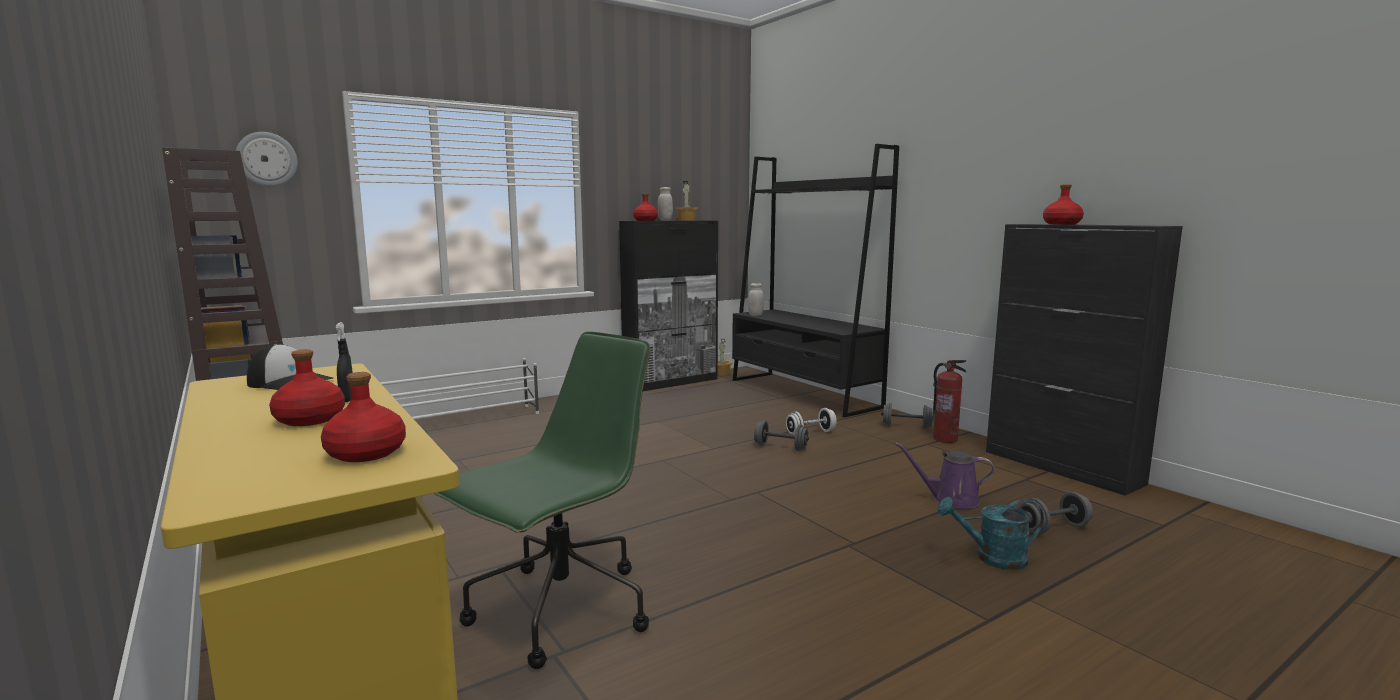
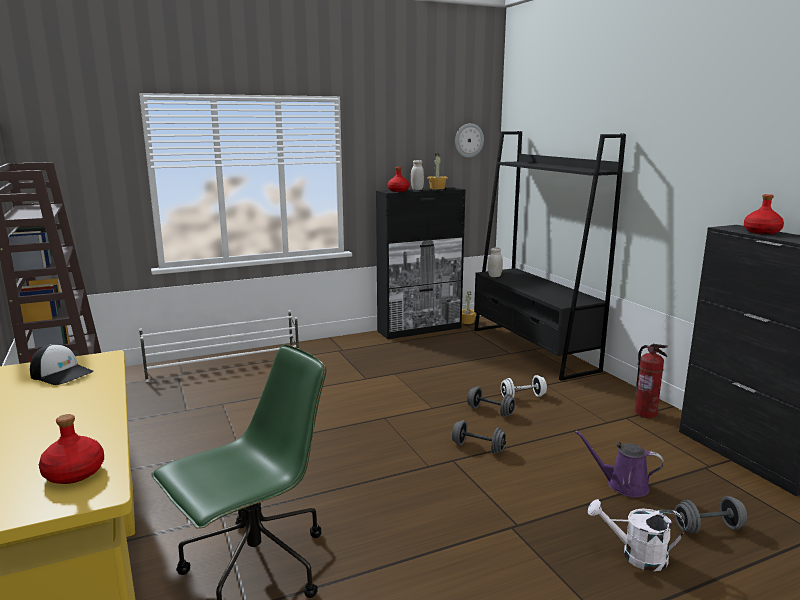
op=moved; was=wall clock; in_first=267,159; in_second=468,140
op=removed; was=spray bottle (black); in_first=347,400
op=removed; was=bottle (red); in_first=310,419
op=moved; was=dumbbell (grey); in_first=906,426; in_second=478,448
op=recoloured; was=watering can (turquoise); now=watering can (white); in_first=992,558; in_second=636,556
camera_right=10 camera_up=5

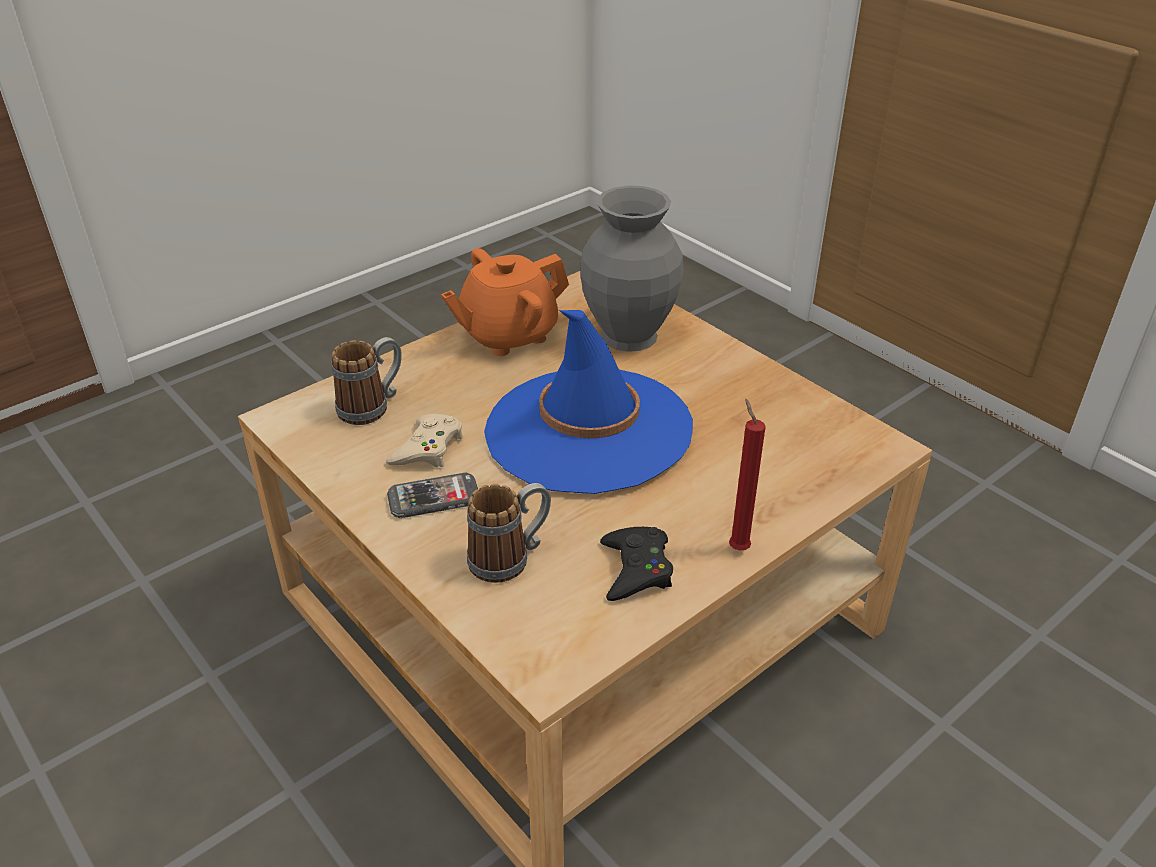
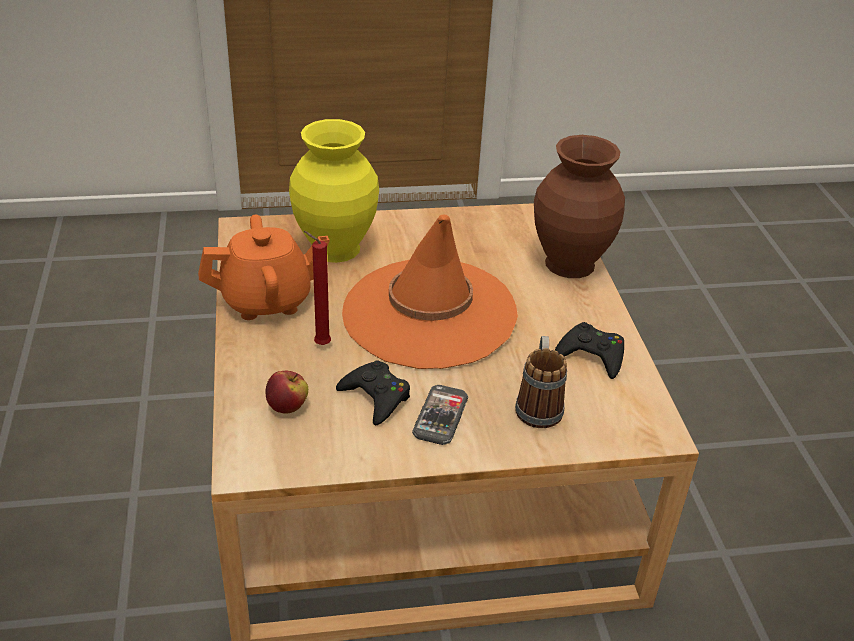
op=recoloured; was=vase (grey); now=vase (yellow); in_first=629,337; in_second=337,249
op=turned; was=teapot (orange); in_first=508,335; in_second=267,300; clockwise=-105
op=recoloured; was=hat (blue); now=hat (orange); in_first=588,429; in_second=429,313
op=replaced; was=mug; now=apple; in_first=372,406; in_second=287,407
op=moved; was=candle (red); in_first=737,547; in_second=319,344
op=recoloured; was=game controller (beige); now=game controller (black); in_first=428,448; in_second=376,397
op=added; now=vase (brown); in_second=569,262
camera_right=-60 camera_up=0

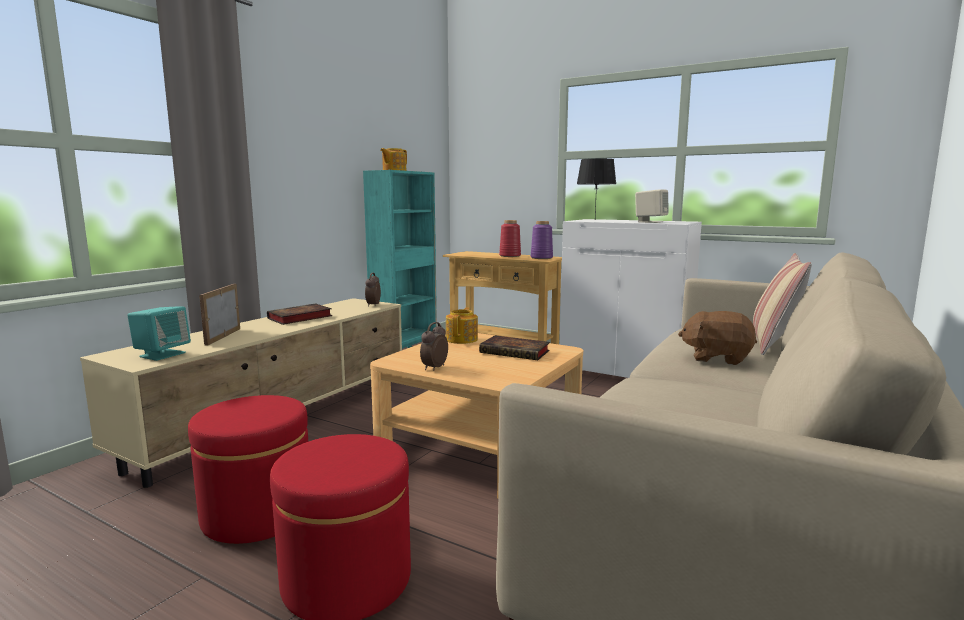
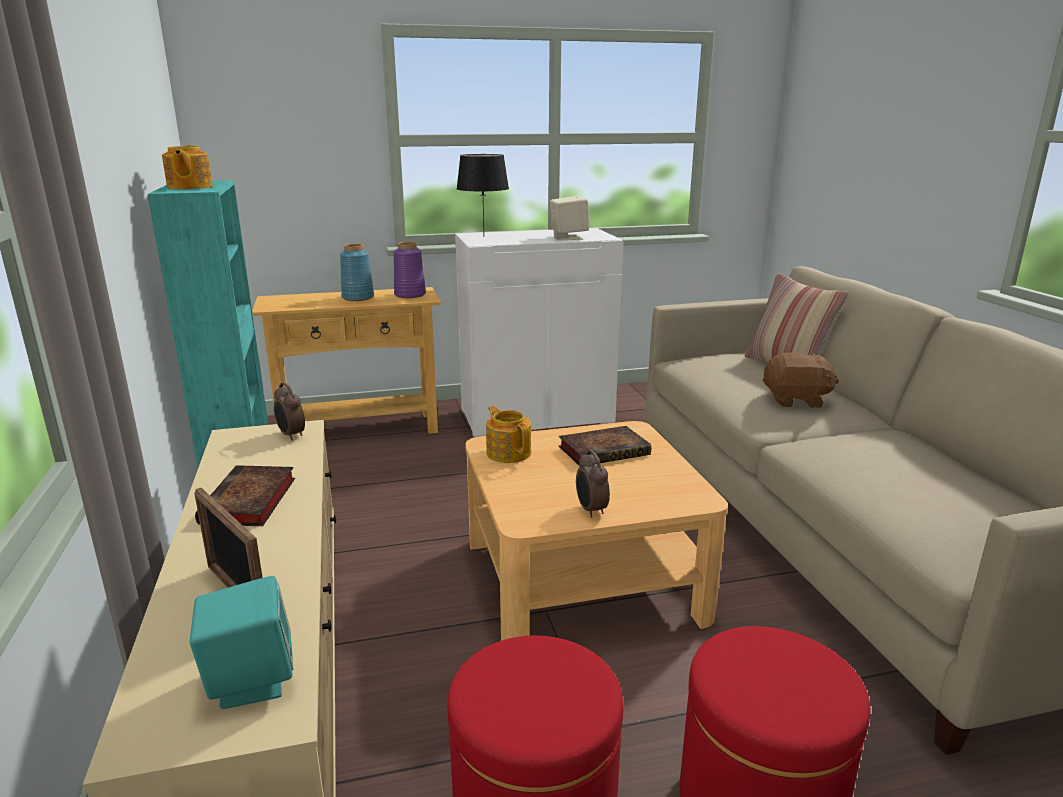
op=recoloured; was=vase (red); now=vase (blue); in_first=510,256; in_second=358,297
op=turned; was=plush toy (brown); in_first=717,358; in_second=795,400; clockwise=-150
camera_right=-45 camera_up=10

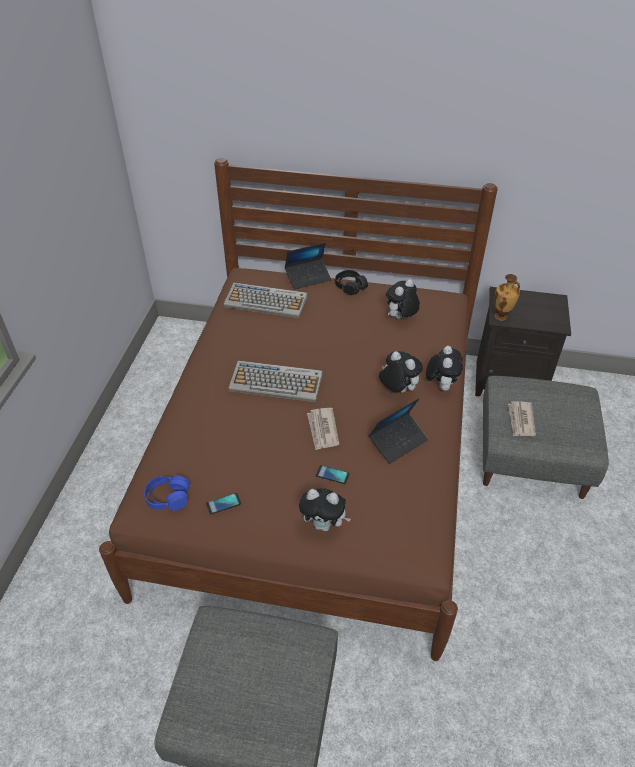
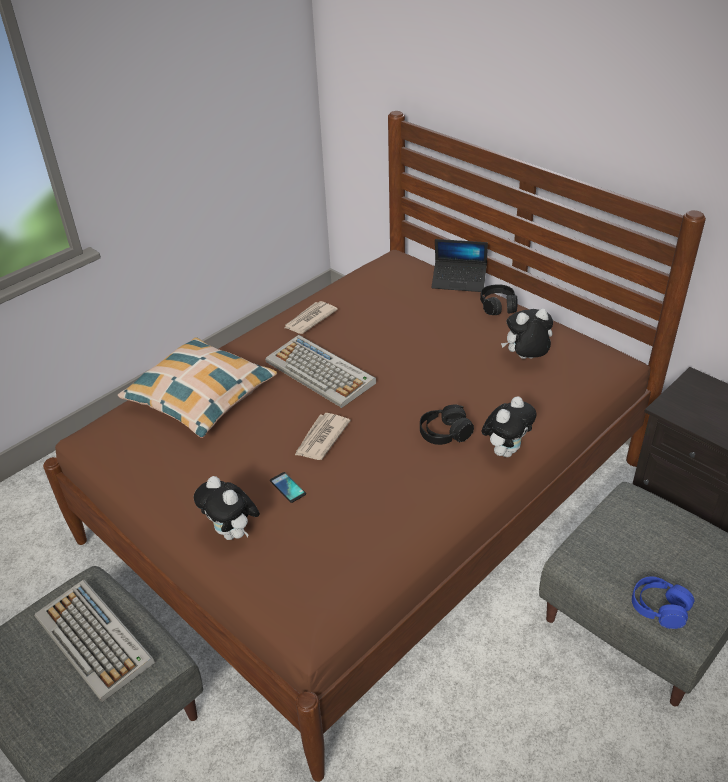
op=removed; was=vase; in_first=501,317
op=moved; was=keyboard; in_first=267,301; in_second=95,640
op=replaced; was=plush toy; now=headphones (black); in_first=397,390; in_second=444,433
op=removed; was=laptop; in_first=398,441
op=moved; was=newspaper; in_first=520,420; in_second=309,319
op=moved; was=headphones (blue); in_first=168,498; in_second=659,608
op=removed; was=phone; in_first=223,504
op=added; now=pillow; in_second=201,396
camera_right=35 camera_up=-5

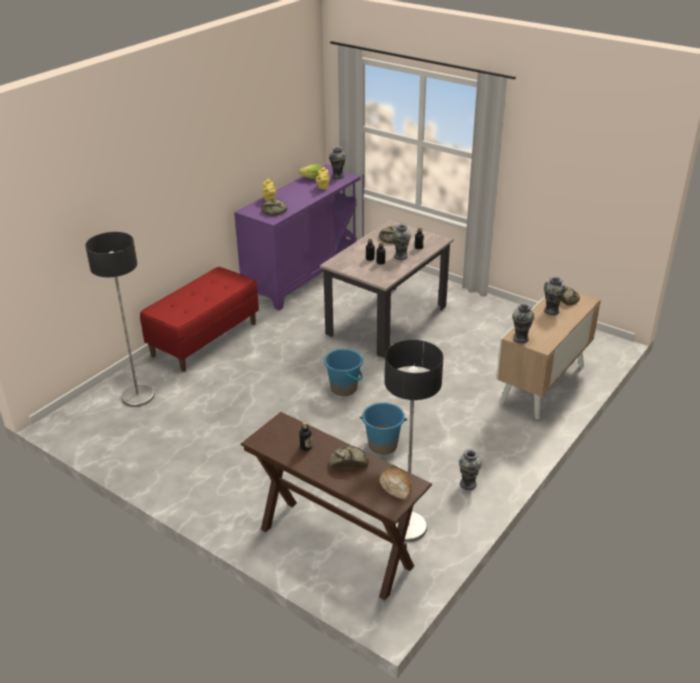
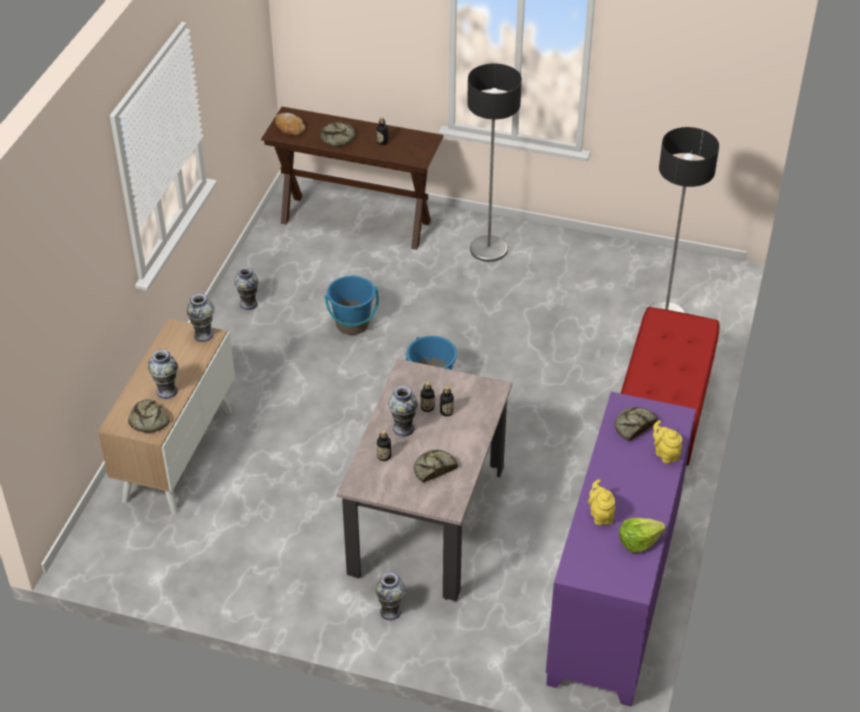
op=moved; was=vase; in_first=338,176; in_second=390,611
op=moved; was=floor lamp; in_first=407,527; in_second=488,249
camera_right=160 camera_up=10

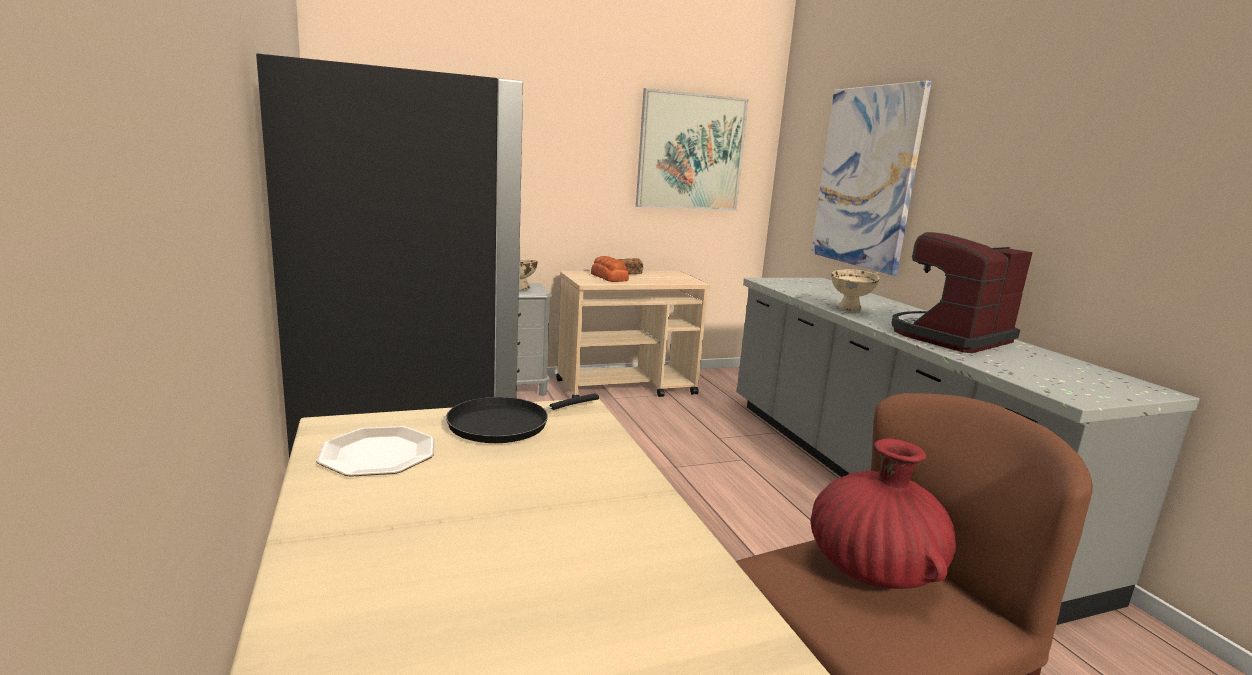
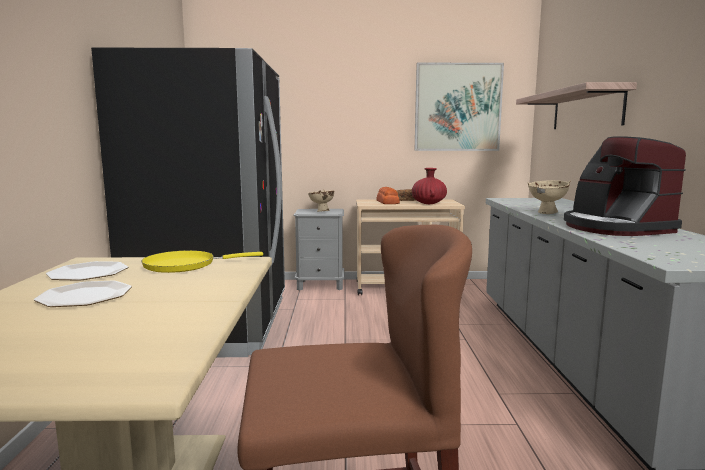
op=replaced; was=picture; now=shelf; in_first=866,177; in_second=586,110
op=turned; was=coffee machine; in_first=949,337; in_second=615,228; clockwise=-90
op=recoloured; was=frying pan (black); now=frying pan (yellow); in_first=505,424; in_second=185,265
op=moved; was=vase (red); in_first=873,569; in_second=428,203
op=added; now=plate; in_second=85,296
camera_right=20 camera_up=-5

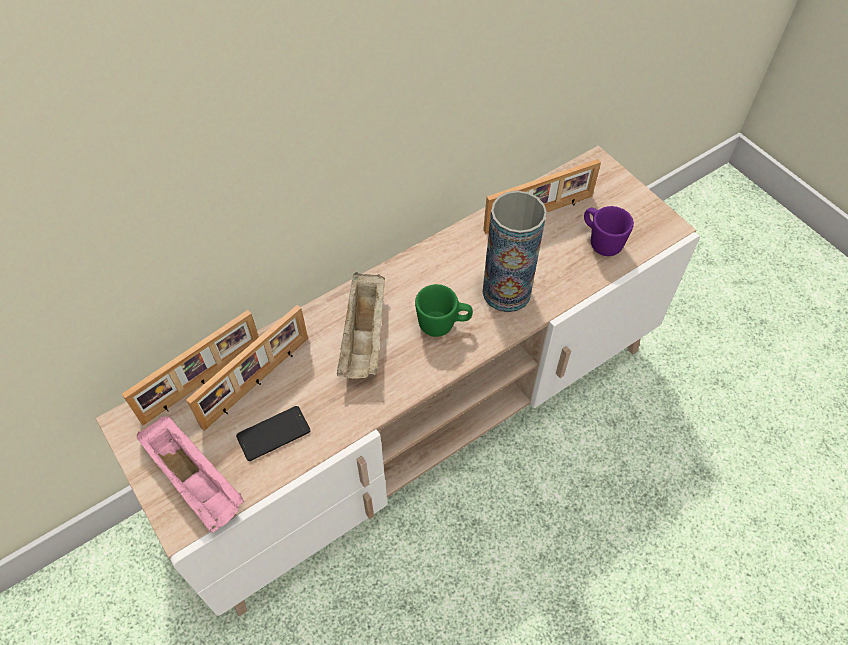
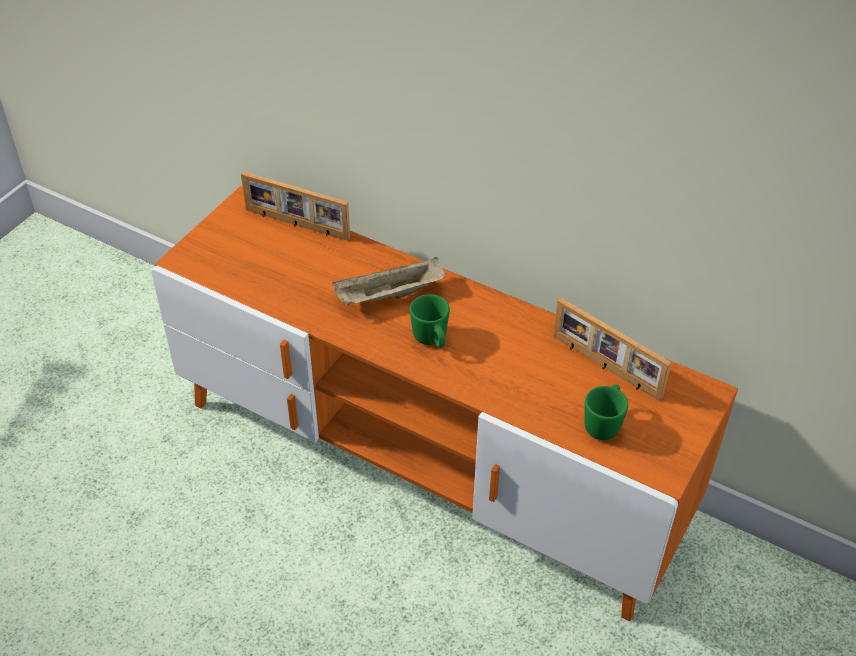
op=recoloured; was=tv stand (beige); now=tv stand (orange); in_first=423,426; in_second=427,461
op=removed; was=vase; in_first=506,292
op=recoloured; was=mug (purple); now=mug (green); in_first=601,242; in_second=604,423
op=removed; was=picture frame; in_first=257,382
op=removed; was=phone; in_first=273,433
op=removed; was=tray (pink); in_first=196,481
camera_right=65 camera_up=-10

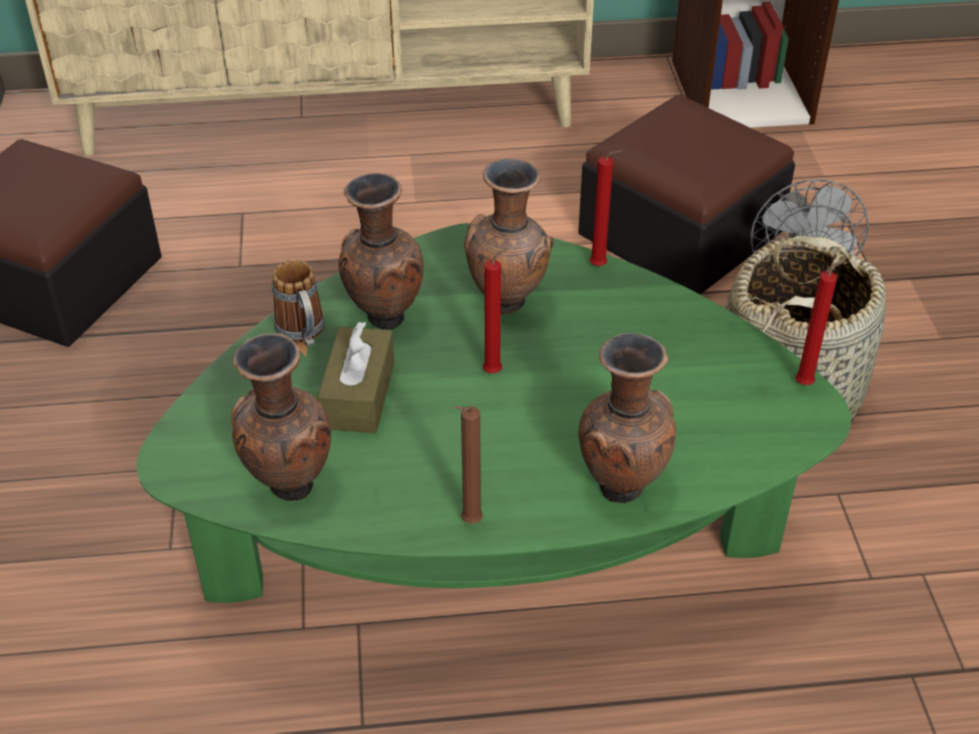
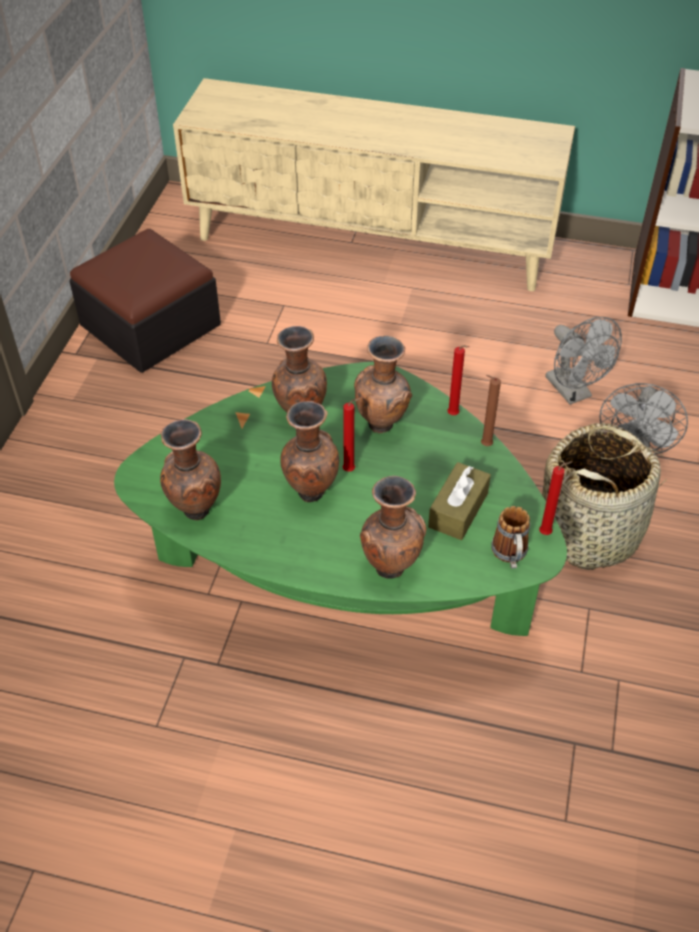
op=replaced; was=ottoman; now=fan (grey); in_first=680,233; in_second=573,392
op=moved; was=mug; in_first=303,334; in_second=510,556
op=moved; was=tissue box (brown); in_first=358,395; in_second=458,510
op=moved; was=candle (brown); in_first=468,523; in_second=484,445
op=added; now=vase (brown); in_second=310,491
camera_right=20 camera_up=5

